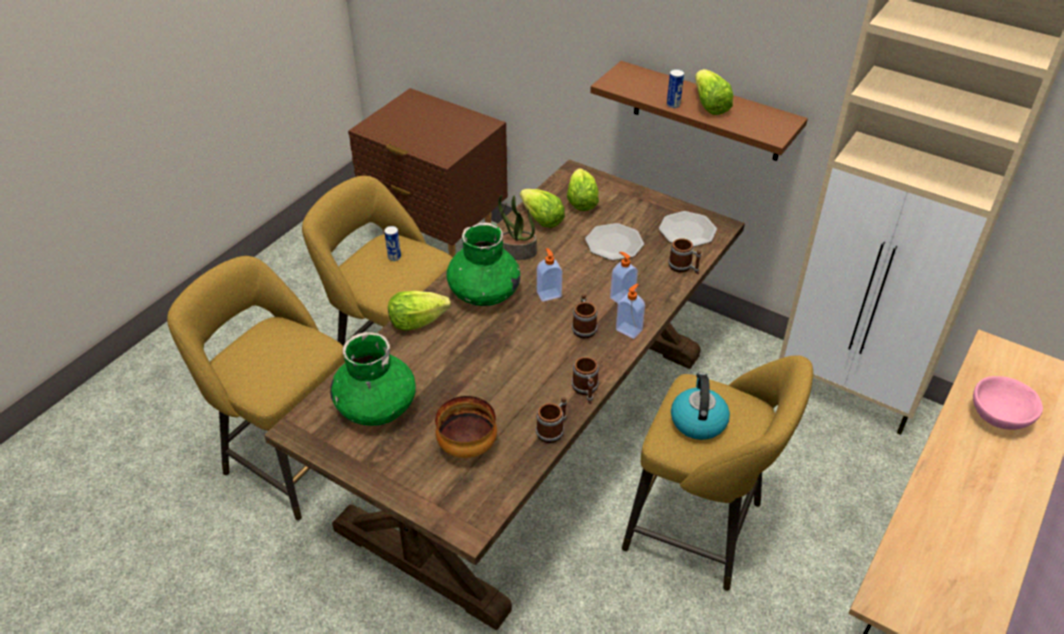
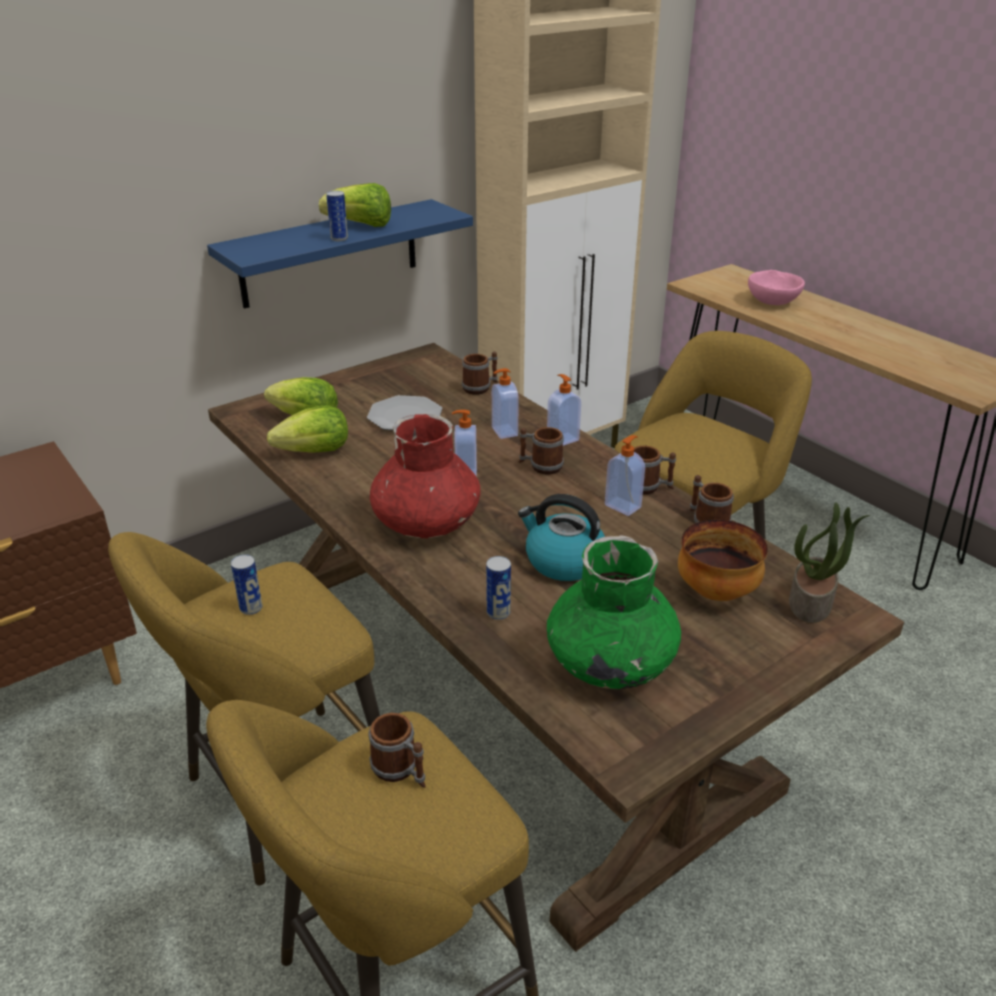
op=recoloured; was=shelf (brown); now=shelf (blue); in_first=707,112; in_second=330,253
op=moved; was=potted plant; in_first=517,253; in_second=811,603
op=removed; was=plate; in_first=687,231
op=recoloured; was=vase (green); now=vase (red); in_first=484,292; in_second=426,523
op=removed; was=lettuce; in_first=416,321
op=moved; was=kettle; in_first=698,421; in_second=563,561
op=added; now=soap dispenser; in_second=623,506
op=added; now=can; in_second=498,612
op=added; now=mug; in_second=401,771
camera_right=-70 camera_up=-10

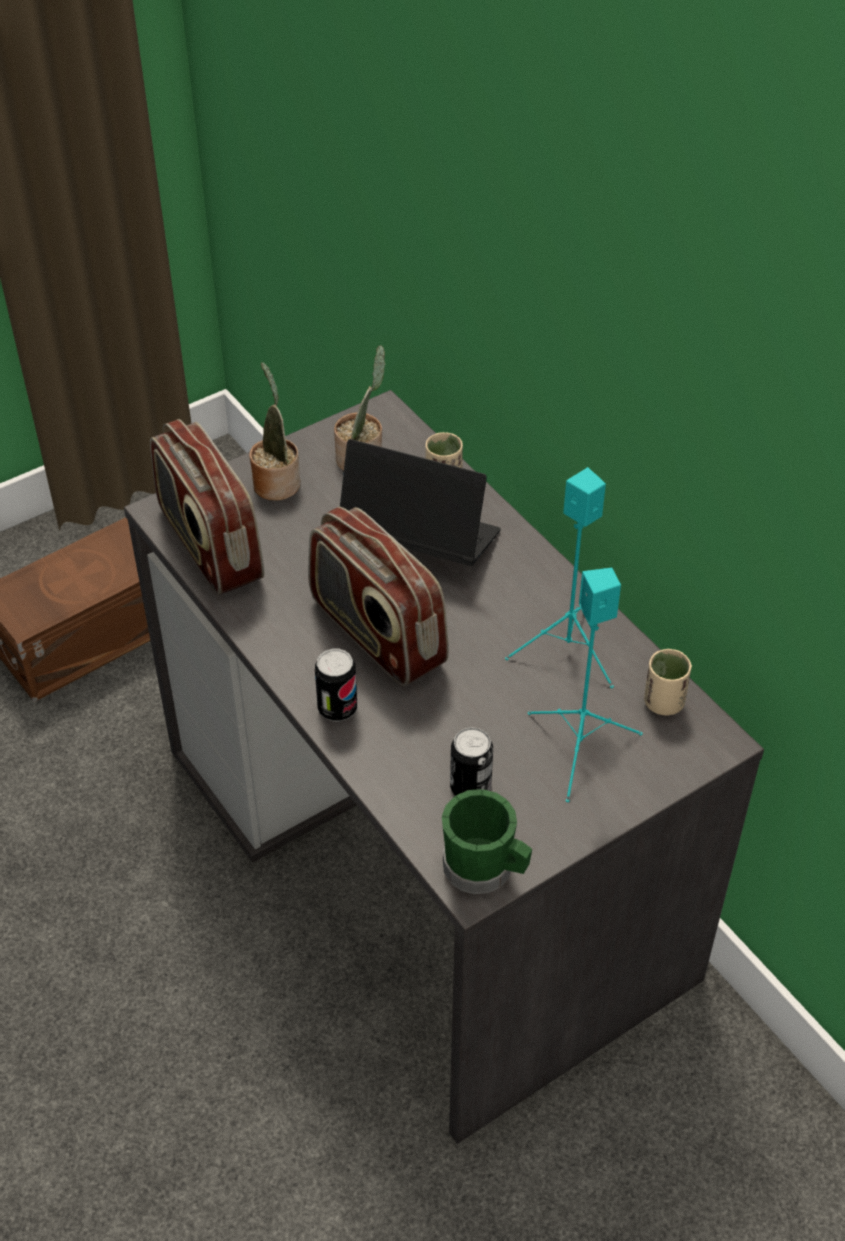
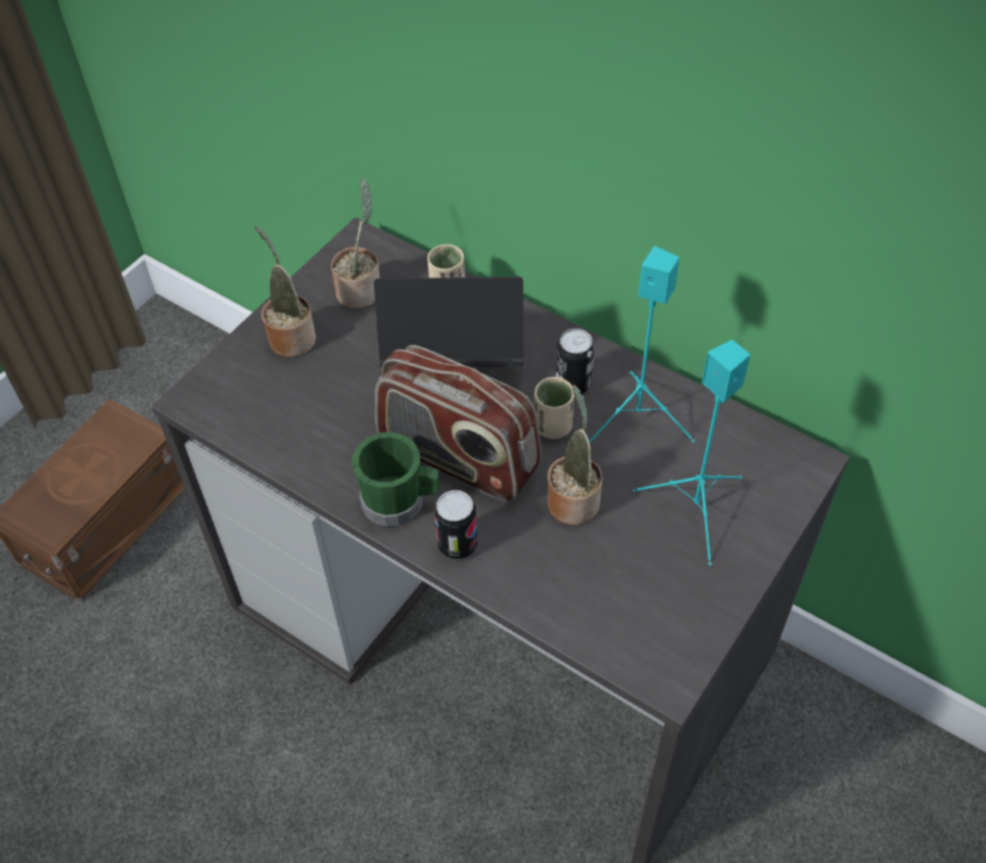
op=removed; was=radio; in_first=209,545
op=moved; was=cup (beige); in_first=663,702; in_second=553,426
op=moved; was=can; in_first=470,787; in_second=573,383
op=moved; was=mug (green); in_first=485,869; in_second=400,502
op=added; now=potted plant; in_second=573,499
camera_right=-20 camera_up=5

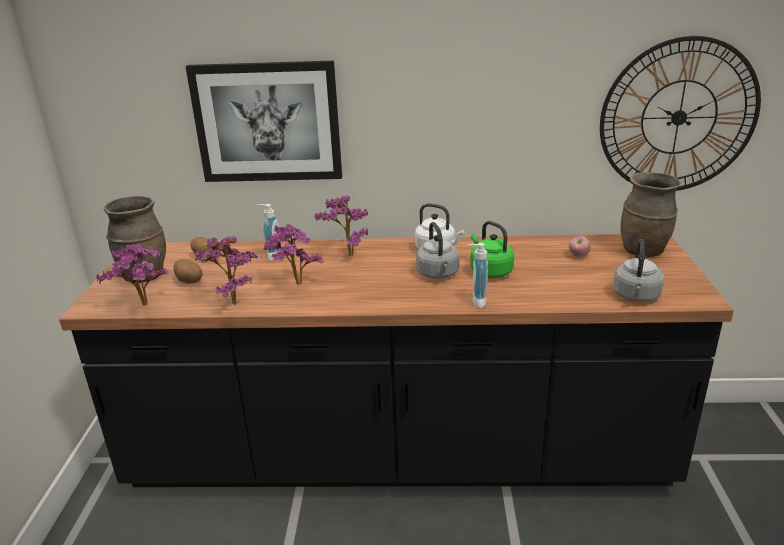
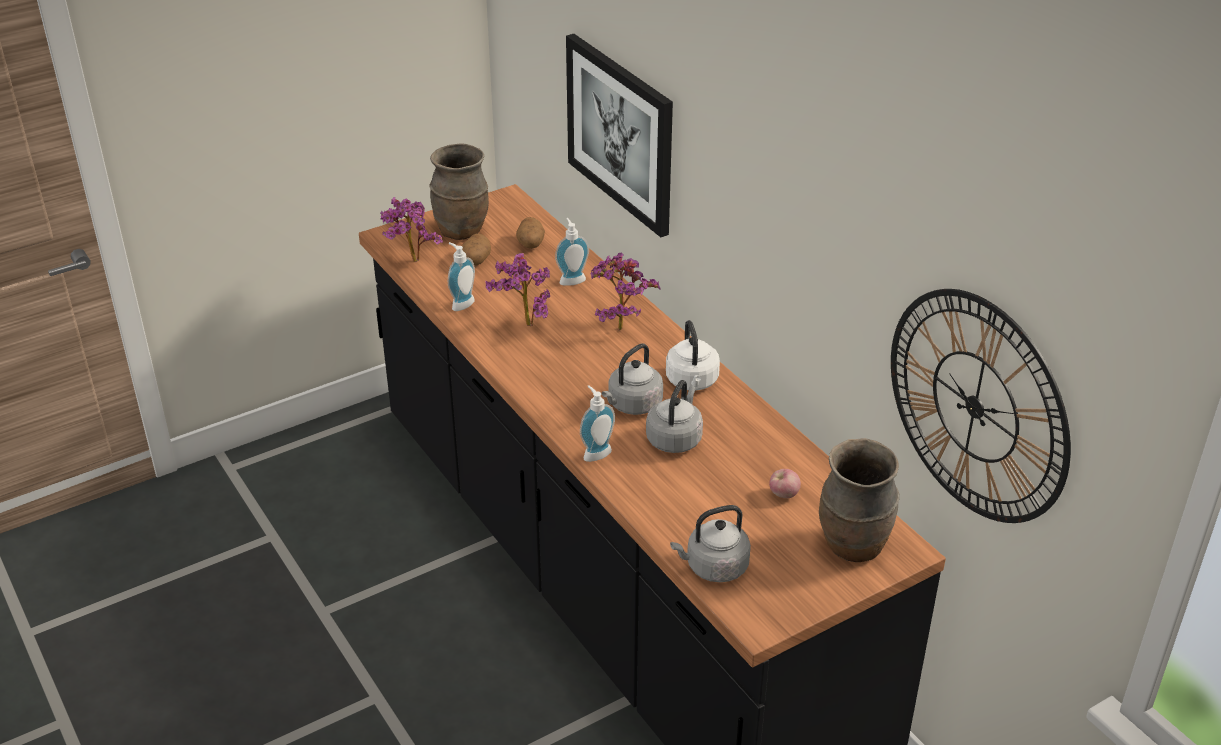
op=recoloured; was=kettle (green); now=kettle (grey); in_first=489,271; in_second=675,438
op=replaced; was=potted plant; now=soap dispenser; in_first=231,302; in_second=461,303
camera_right=55 camera_up=10

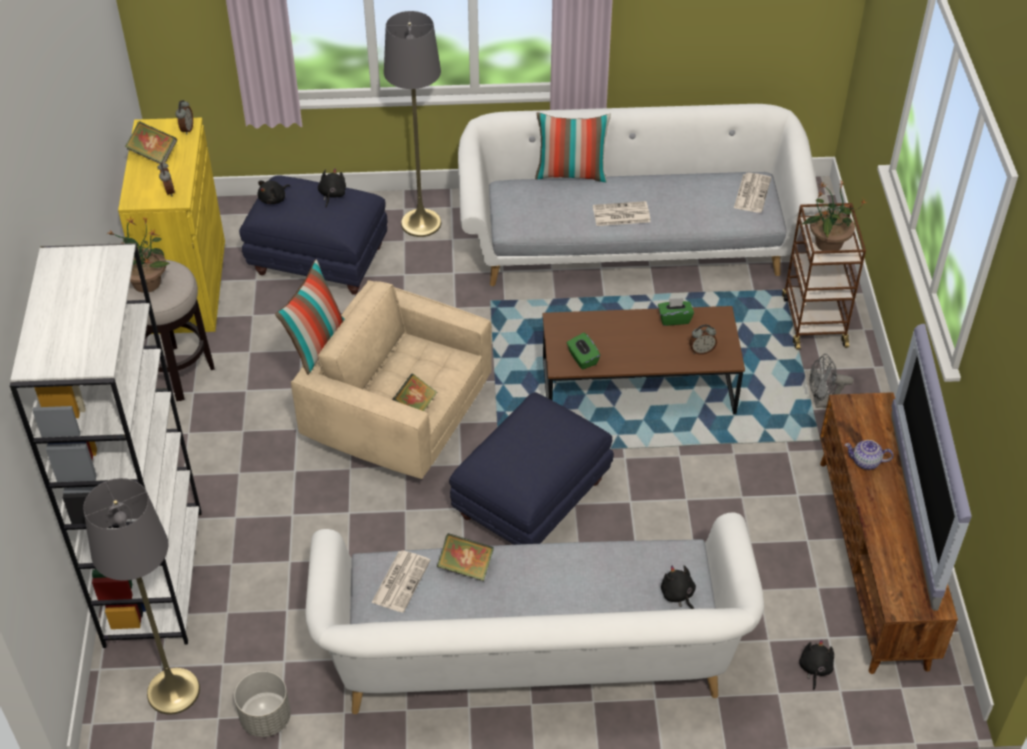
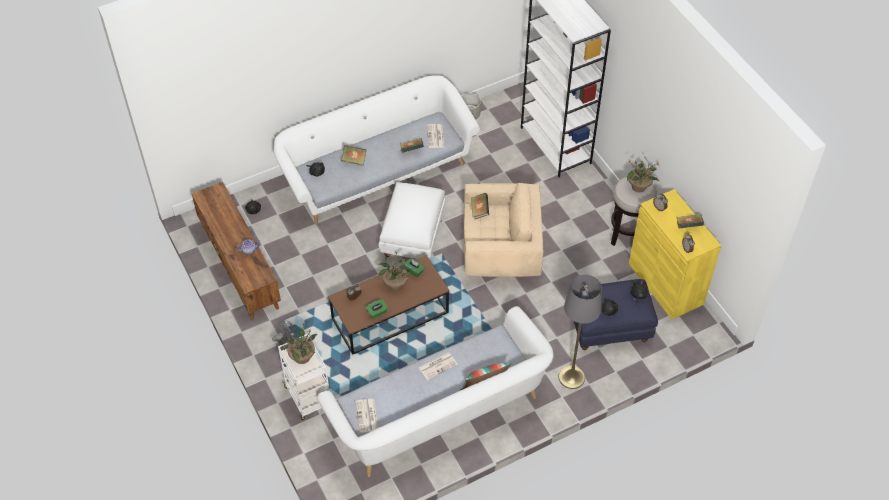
op=recoloured; was=cart (brown); now=cart (white); in_first=813,320; in_second=308,397
op=removed; was=pillow; in_first=316,344
op=removed; was=television; in_first=911,511
op=recoloured; was=ottoman (blue); now=ottoman (white); in_first=530,502; in_second=413,235
op=removed; was=floor lamp (grey); in_first=173,691
op=added; now=book; in_second=354,160
op=added; now=potted plant; in_second=395,284
camera_right=155 camera_up=5

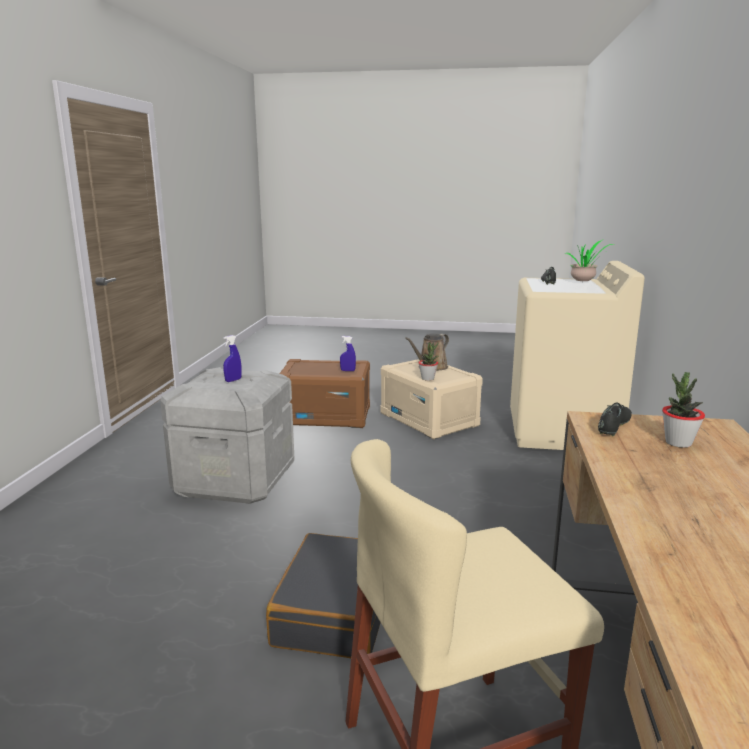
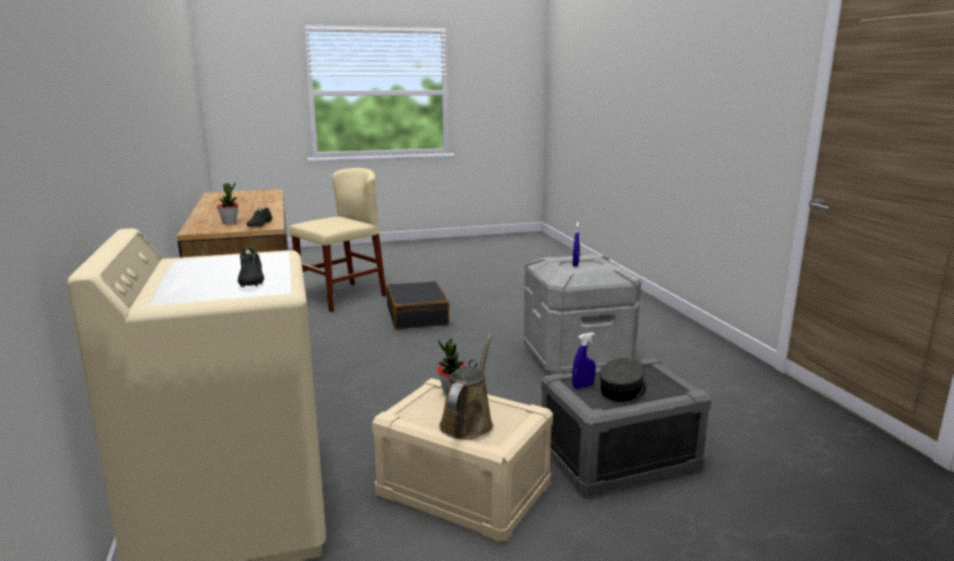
op=removed; was=potted plant; in_first=584,282
op=recoloured; was=storage box (brown); now=storage box (grey); in_first=326,416; in_second=618,458
op=added; now=cap (grey); in_second=622,390
camera_right=155 camera_up=0

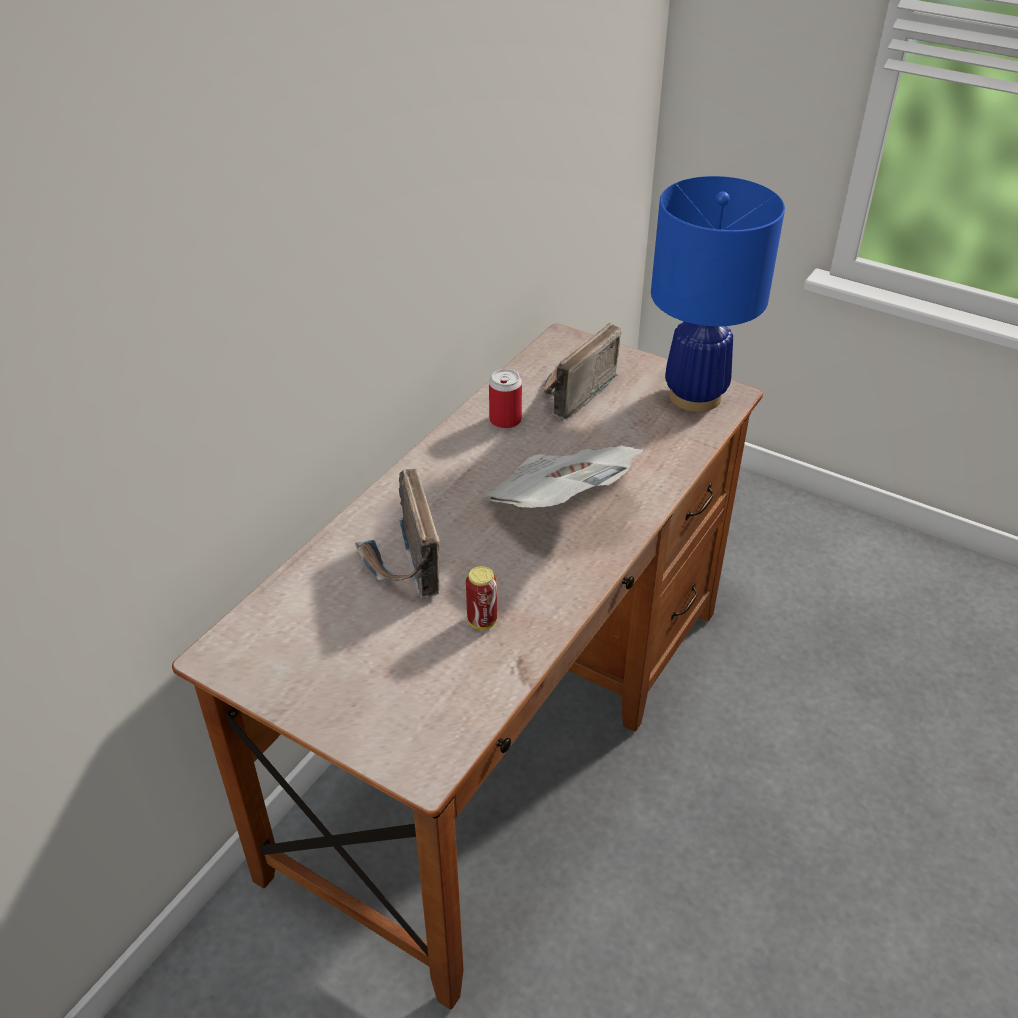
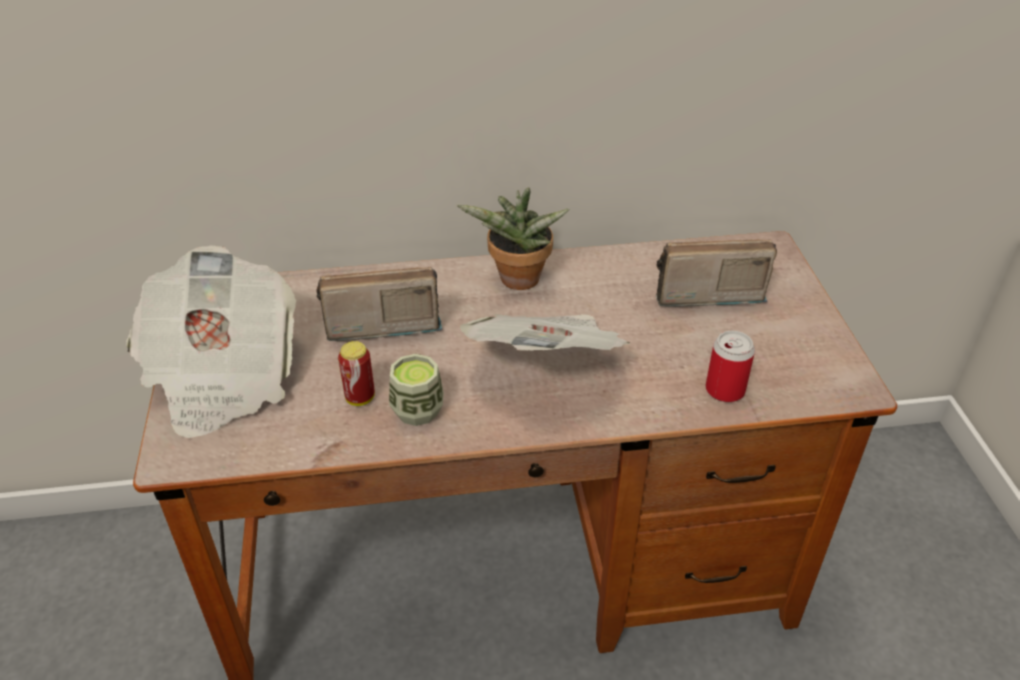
op=removed; was=table lamp (blue); in_first=695,396
op=moved; was=can; in_first=505,420; in_second=725,390
op=turned; was=radio; in_first=403,565; in_second=379,322; clockwise=45
op=added; now=potted plant; in_second=517,282
op=added; now=newspaper; in_second=221,375
op=added; now=cup; in_second=417,410
camera_right=50 camera_up=0

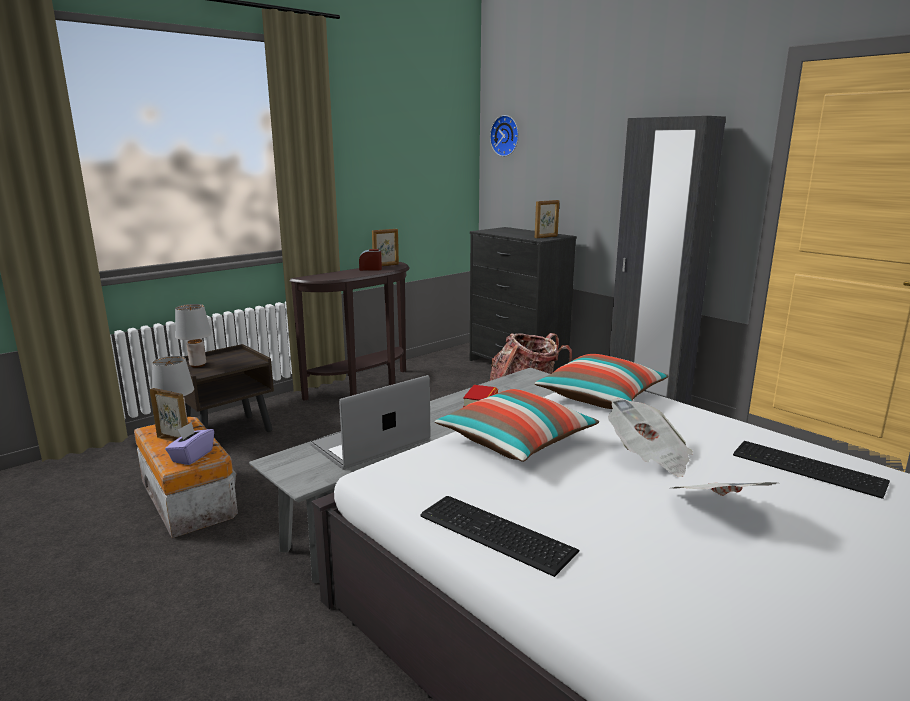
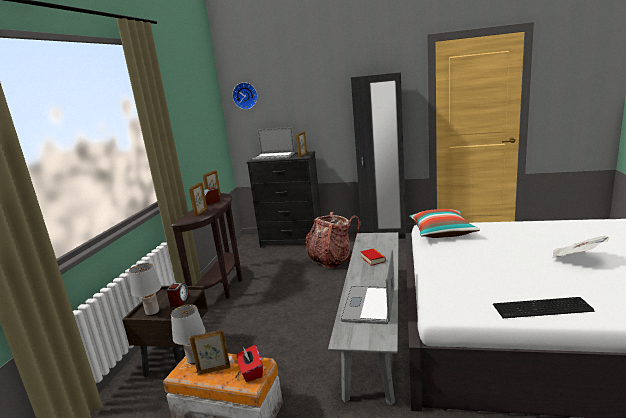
op=removed; was=pillow; in_first=516,442
op=removed; was=newspaper; in_first=649,457
op=recoloured; was=tissue box (purple); now=tissue box (red); in_first=192,456; in_second=251,372
op=removed; was=keyboard; in_first=809,469
op=added; now=laptop; in_second=273,156
op=added; now=picture frame; in_second=201,213
op=added; now=alarm clock; in_second=179,301
camera_right=-35 camera_up=0

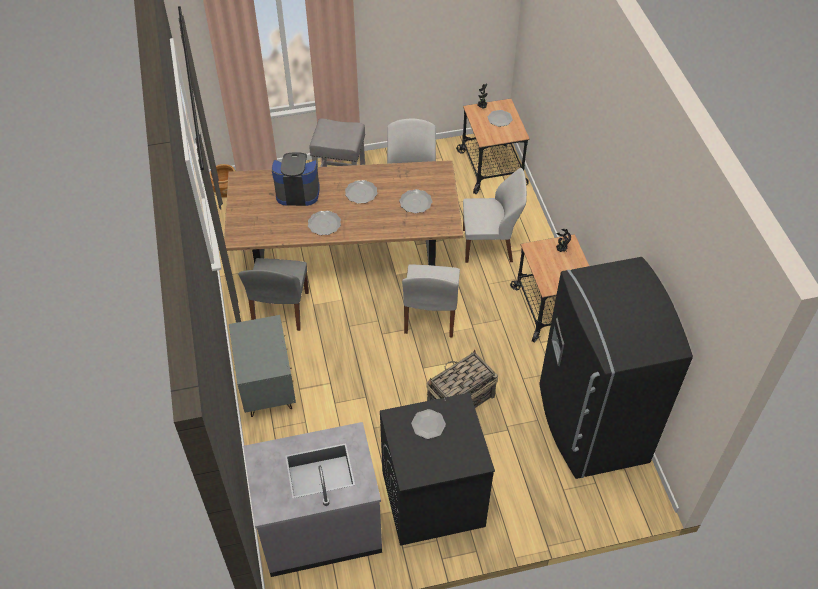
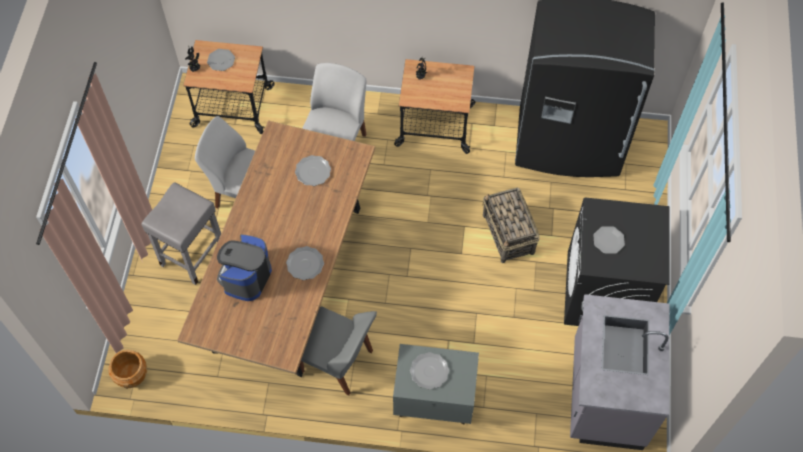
op=moved; was=plate; in_first=361,193; in_second=429,371
op=removed; was=chair (white); in_first=430,317
camera_right=-70 camera_up=10

